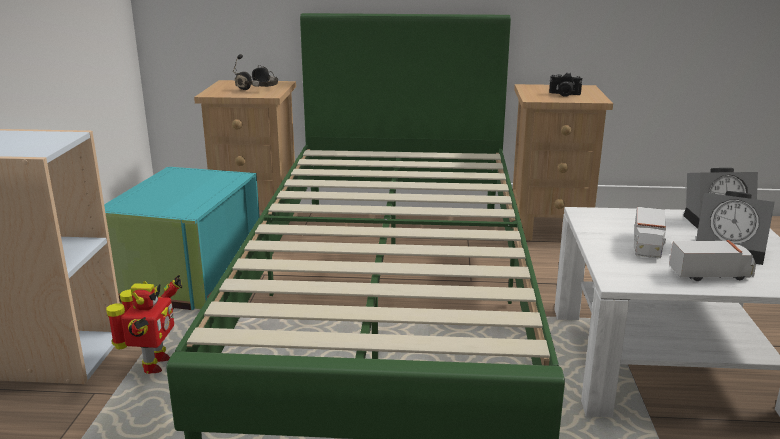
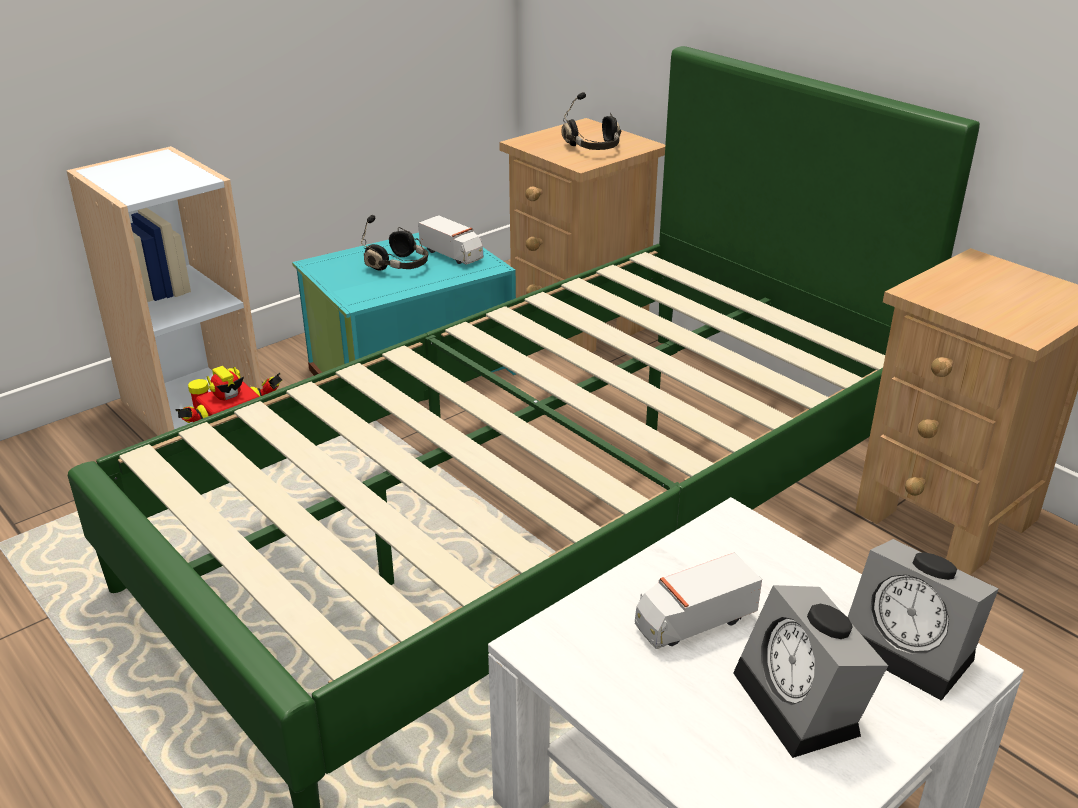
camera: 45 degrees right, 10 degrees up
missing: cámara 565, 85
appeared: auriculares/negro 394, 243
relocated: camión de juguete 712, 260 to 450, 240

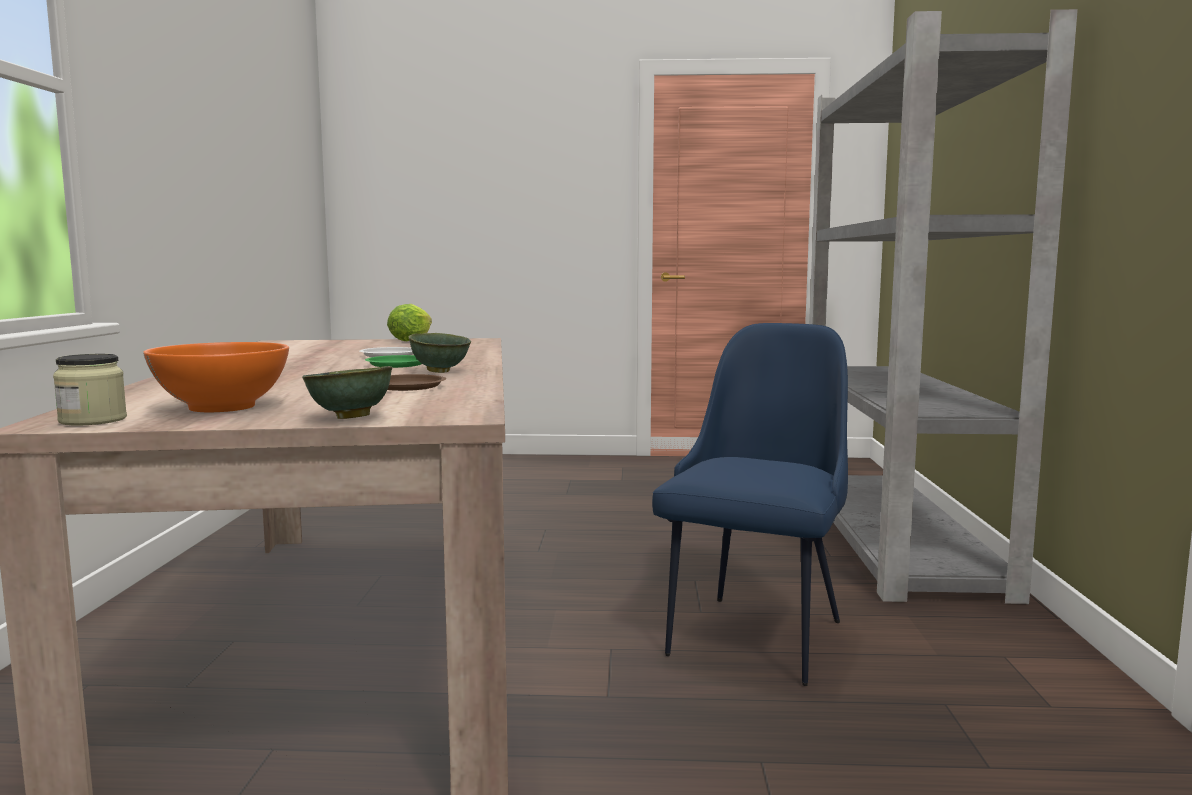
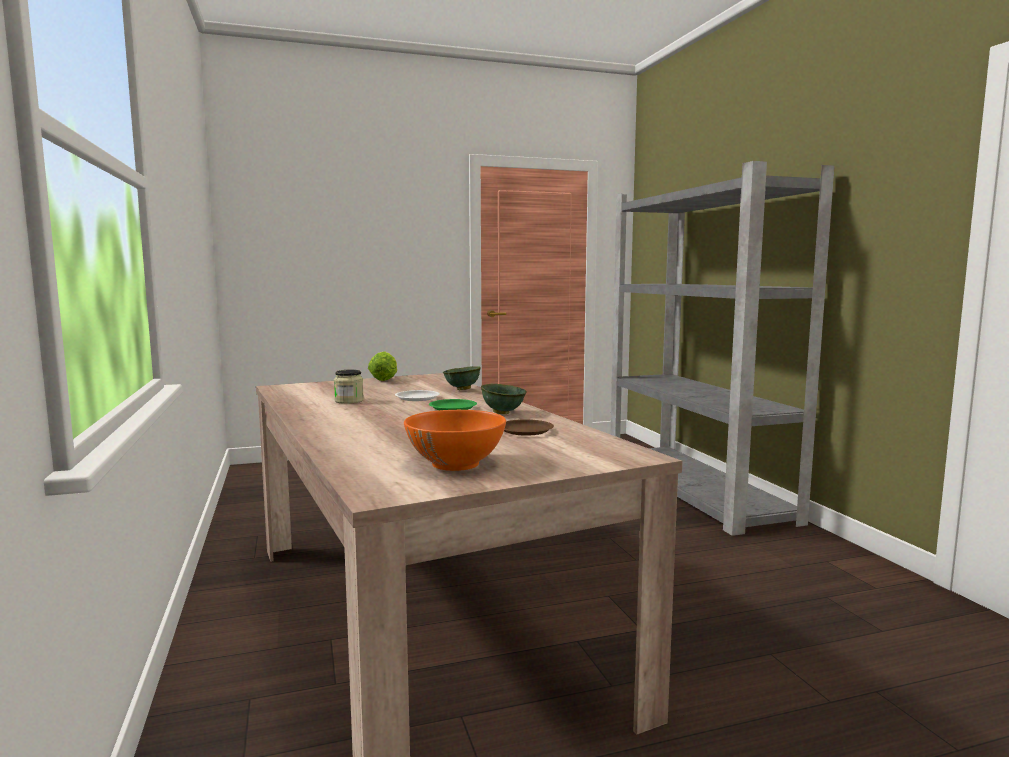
camera: 20 degrees left, 0 degrees up
missing: silla/azul 750, 504
relocated: tarro 90, 390 to 349, 387; cuenco/verde 347, 392 to 462, 378

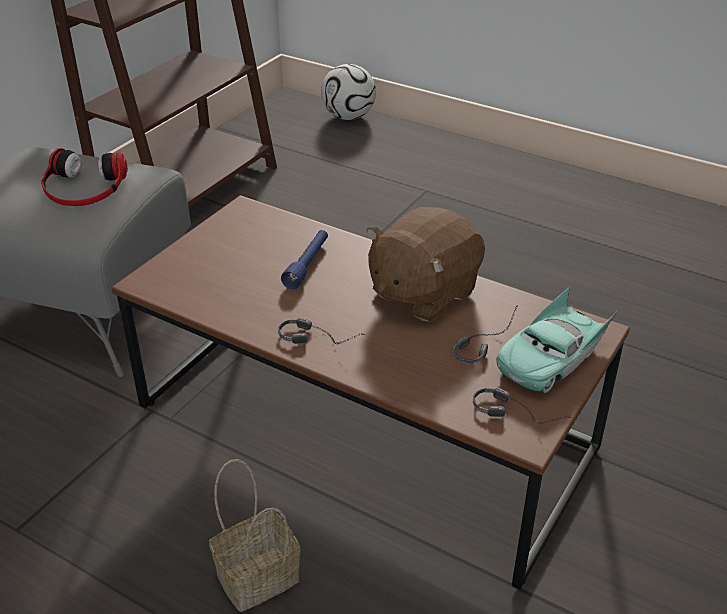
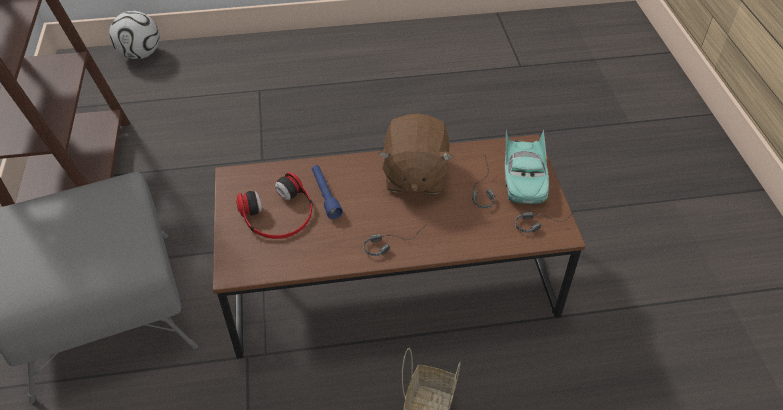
camera: 40 degrees left, 10 degrees up
relocated: auriculares 84, 177 to 274, 205

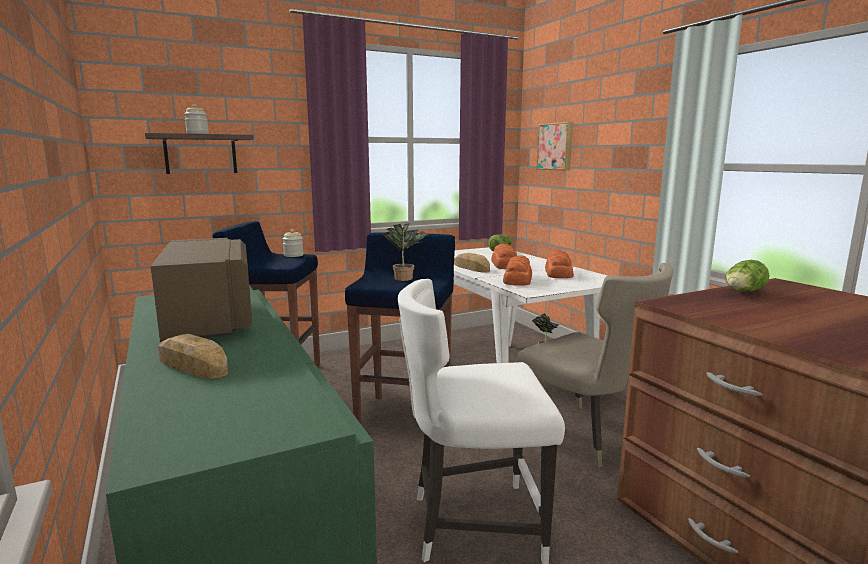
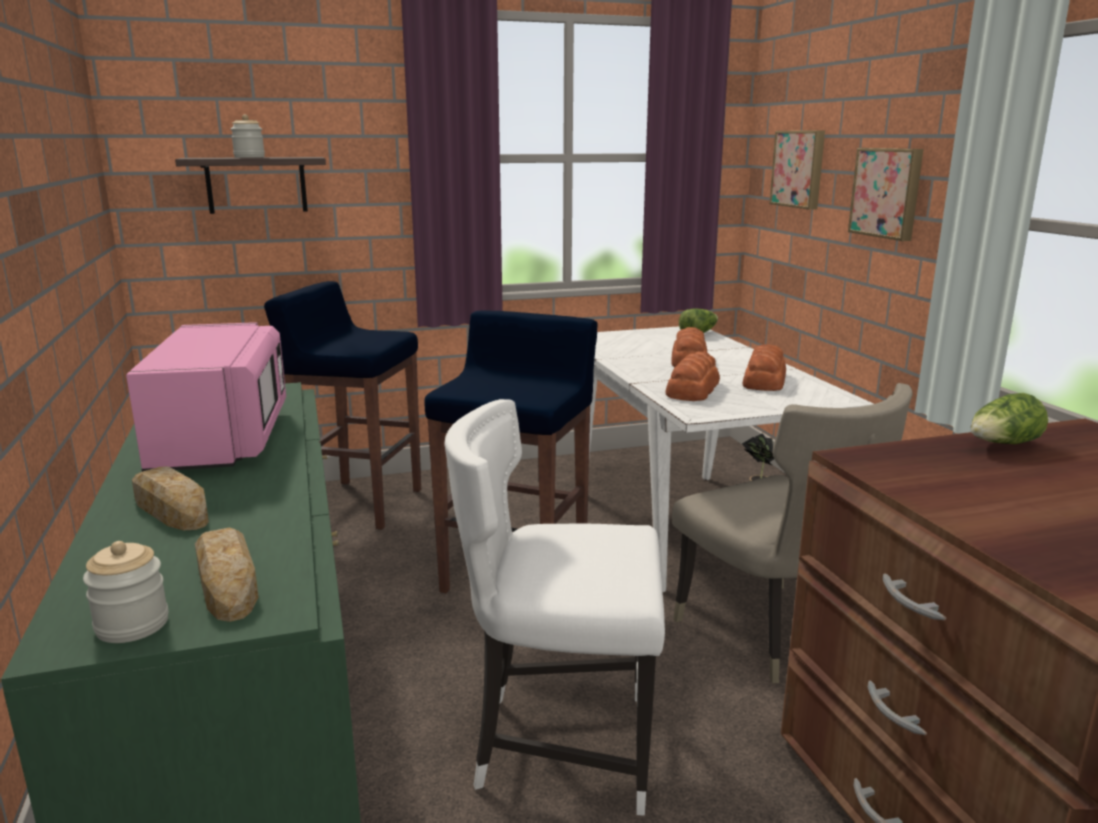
camera: 10 degrees right, 5 degrees up
missing: planta en maceta 405, 252
appeared: cuadro 886, 194
relocated: tarro 293, 243 to 126, 592; pan 472, 263 to 227, 575
colour: microondas/marrón 201, 290 to microondas/rosa 206, 397

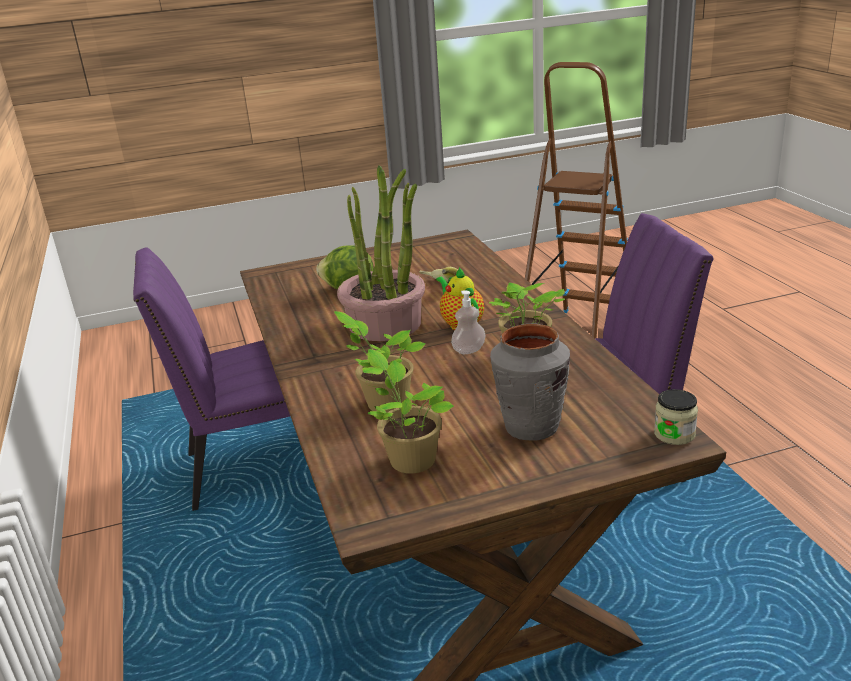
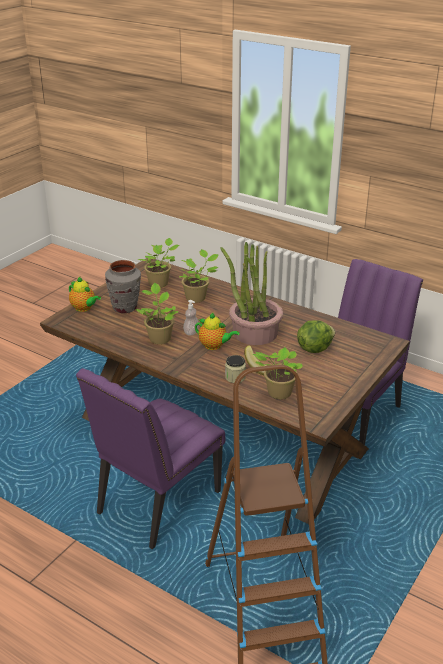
camera: 140 degrees right, 5 degrees up
appeared: tetera 85, 294; planta en maceta 278, 373
relocated: tarro 676, 417 to 235, 369

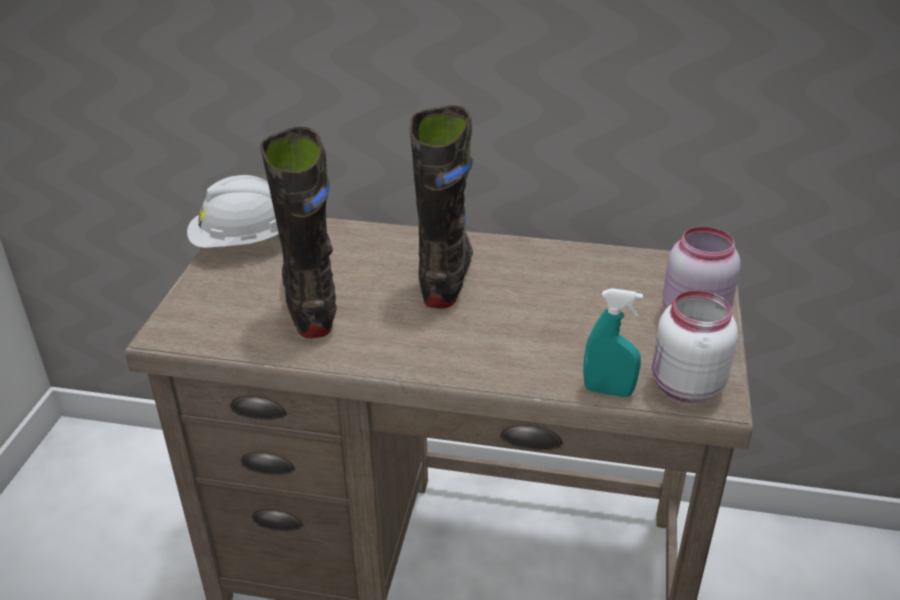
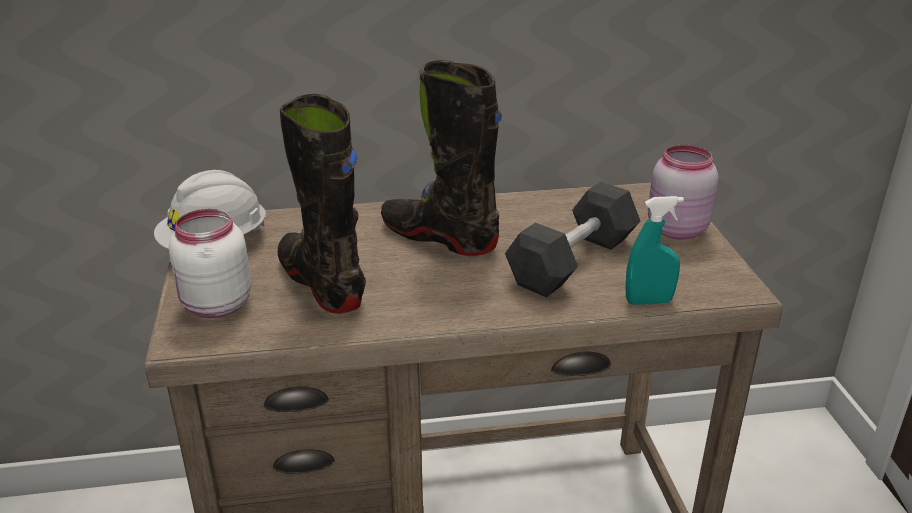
camera: 20 degrees left, 5 degrees down
appeared: mancuerna/negro 572, 239
relocated: tarro/blanco 695, 346 to 210, 263
spun: bota/negro 441, 207 = 441, 158 45 degrees counterclockwise

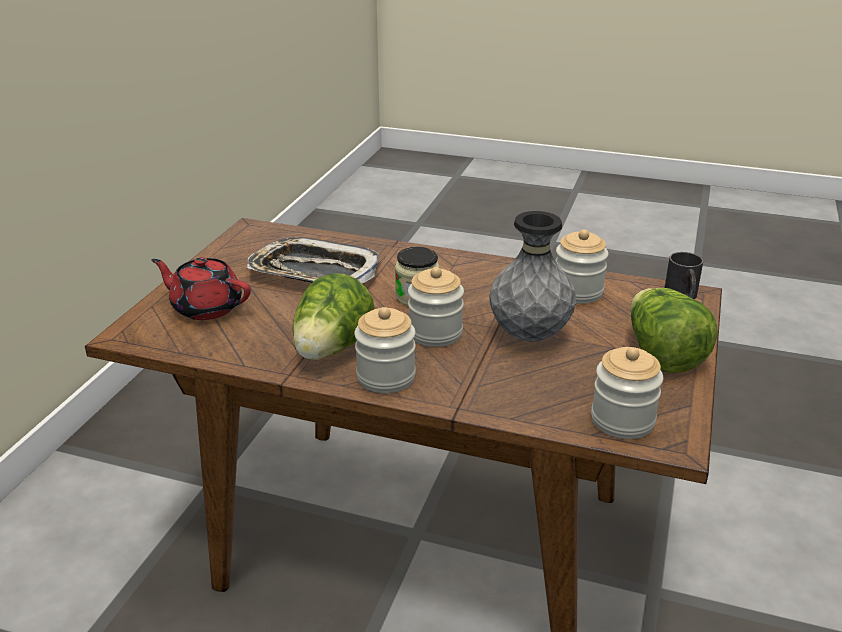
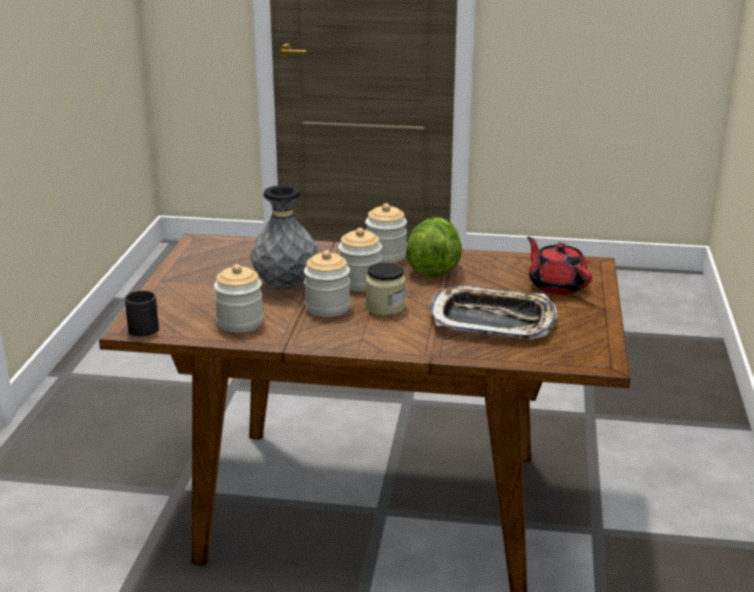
camera: 170 degrees right, 5 degrees down
missing: lechuga 674, 330
relocated: tarro 627, 393 to 327, 283
spun: tetera/rojo 201, 288 = 559, 266 135 degrees counterclockwise

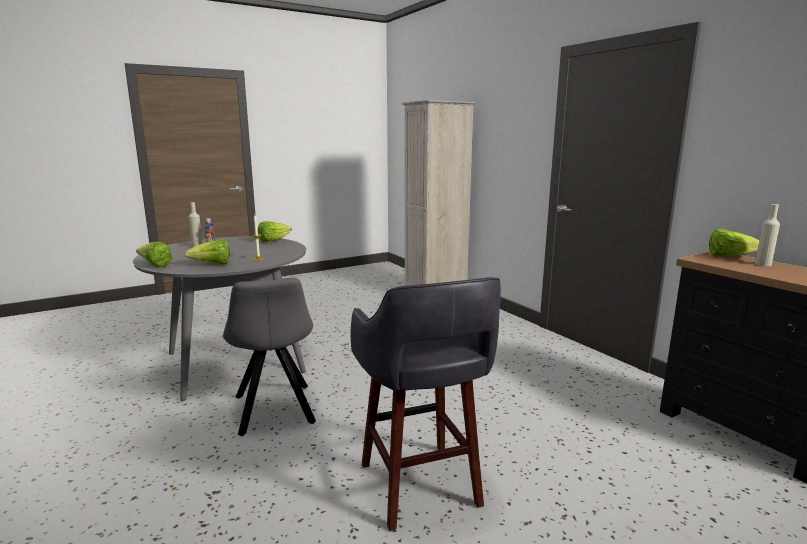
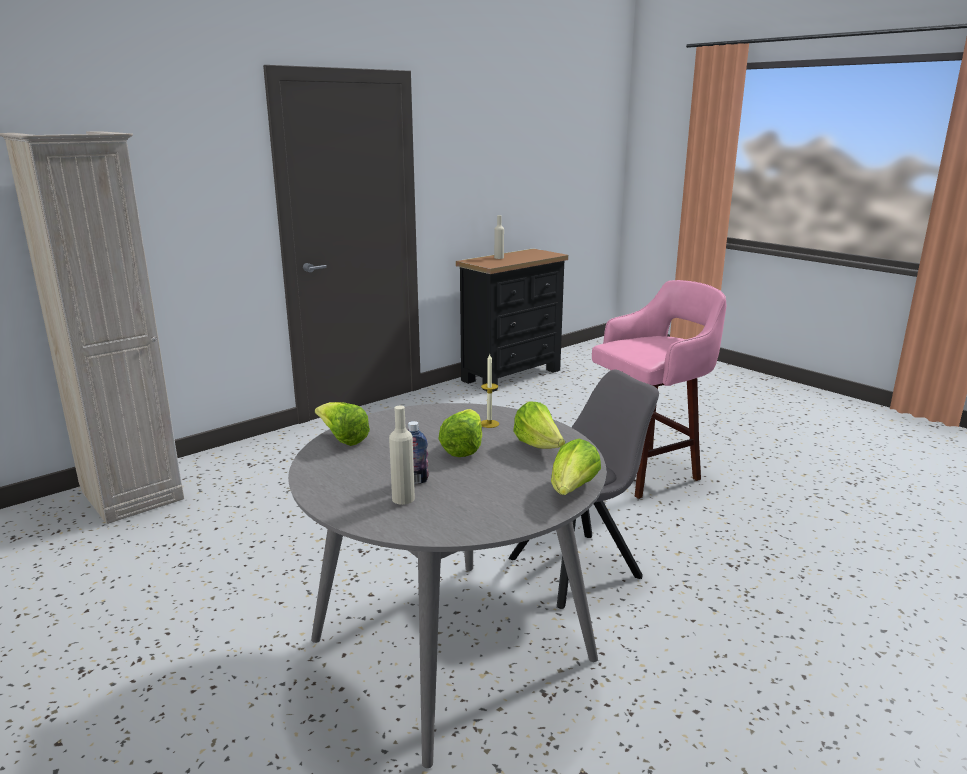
camera: 100 degrees left, 5 degrees up
relocated: lechuga 734, 243 to 460, 433
colour: taburete/gris 425, 404 to taburete/rosa 659, 389

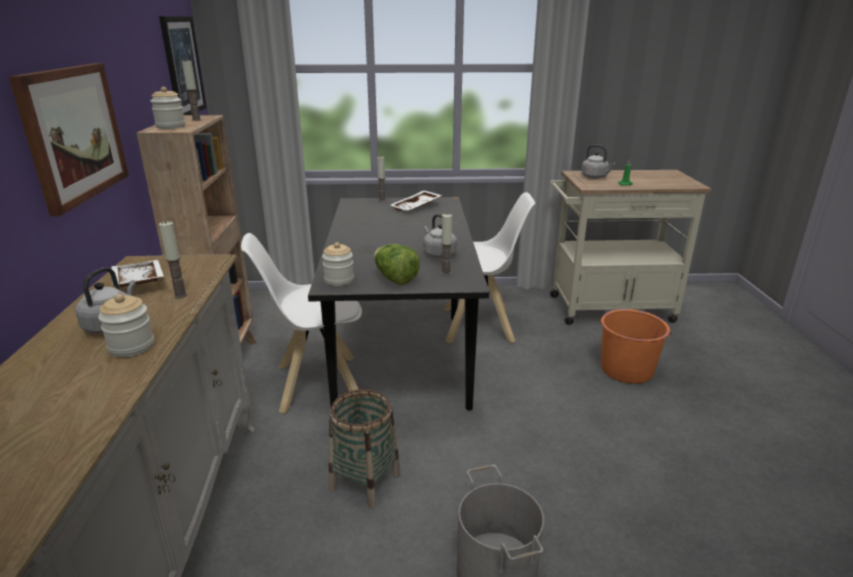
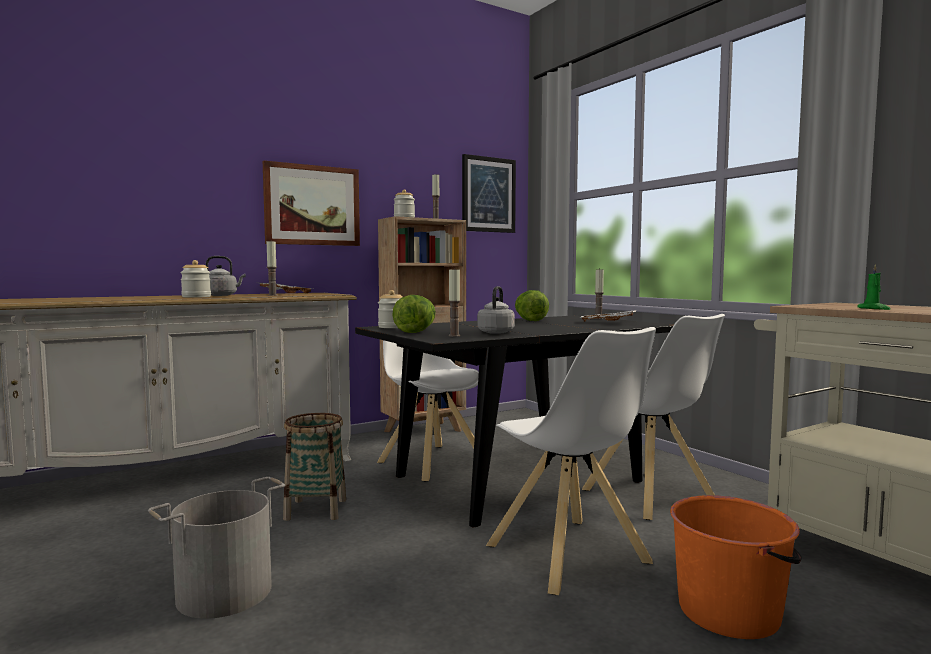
camera: 60 degrees right, 20 degrees down
missing: hervidor/gris 598, 162
appeared: silla/blanco 571, 461; lechuga 532, 305

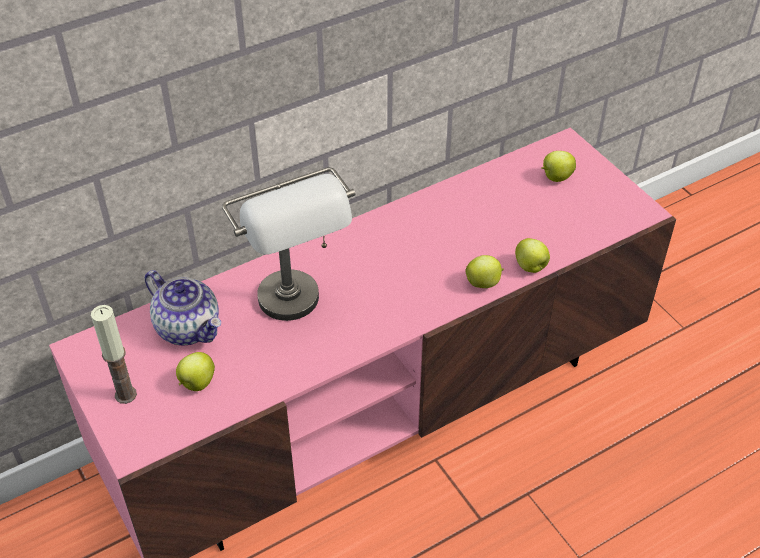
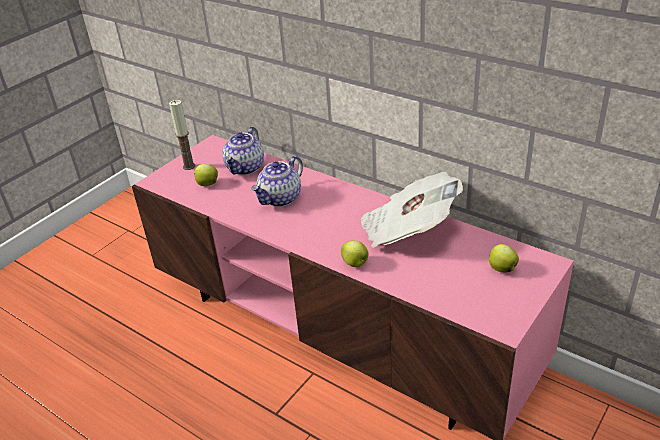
camera: 70 degrees right, 10 degrees down
missing: manzana 532, 255
appeared: periódico 411, 210
exchanged: lámpara de mesa/gris 288, 244 to tetera 277, 181

